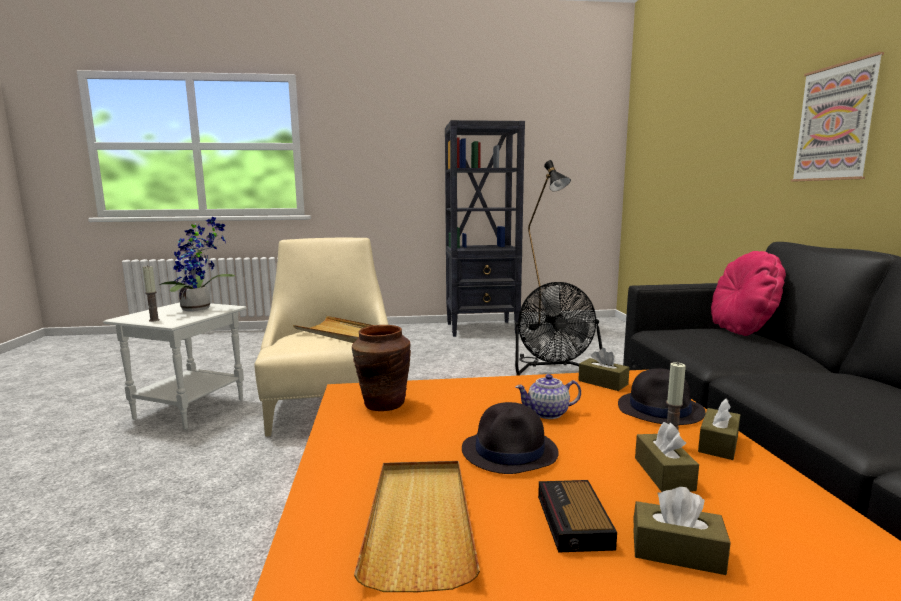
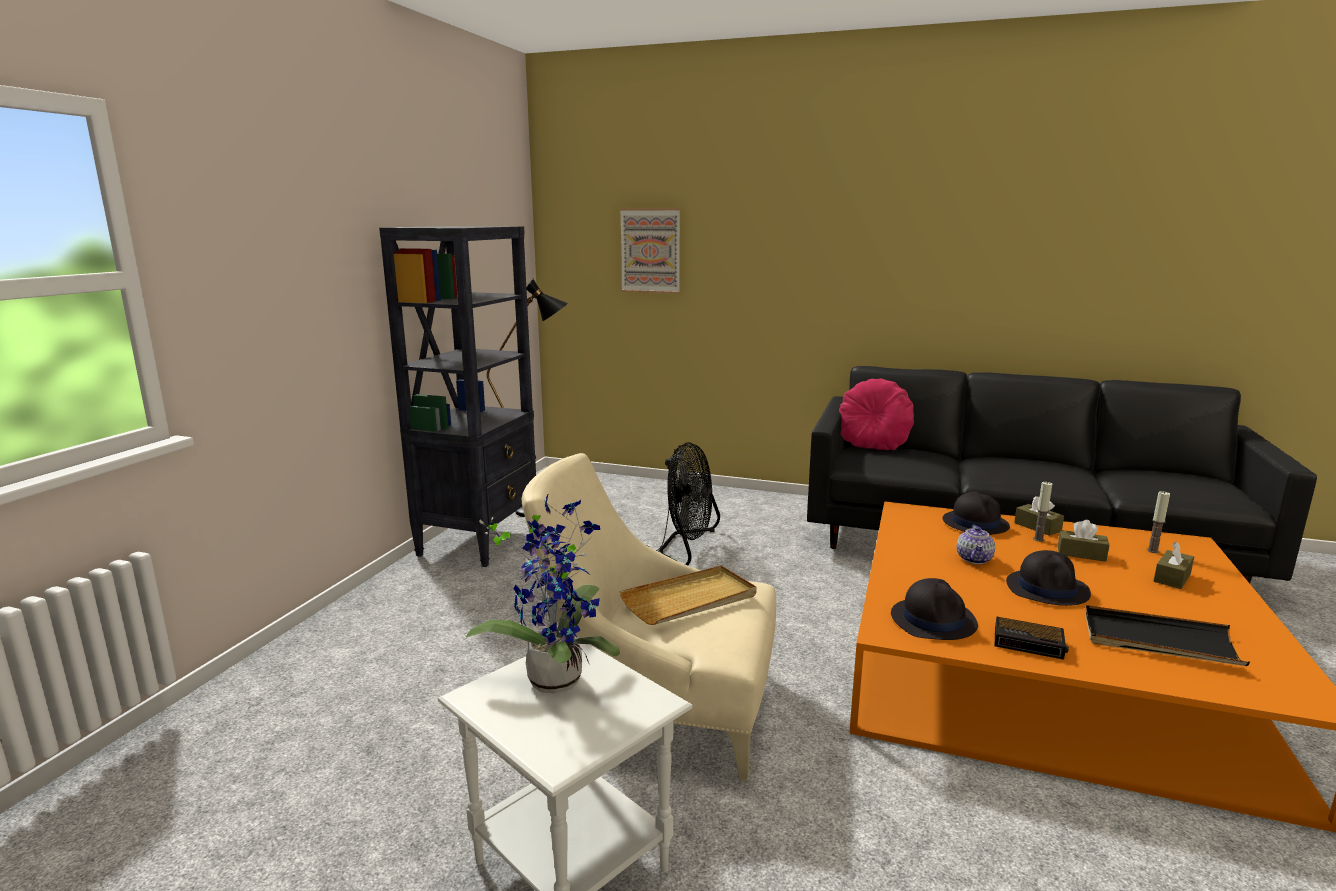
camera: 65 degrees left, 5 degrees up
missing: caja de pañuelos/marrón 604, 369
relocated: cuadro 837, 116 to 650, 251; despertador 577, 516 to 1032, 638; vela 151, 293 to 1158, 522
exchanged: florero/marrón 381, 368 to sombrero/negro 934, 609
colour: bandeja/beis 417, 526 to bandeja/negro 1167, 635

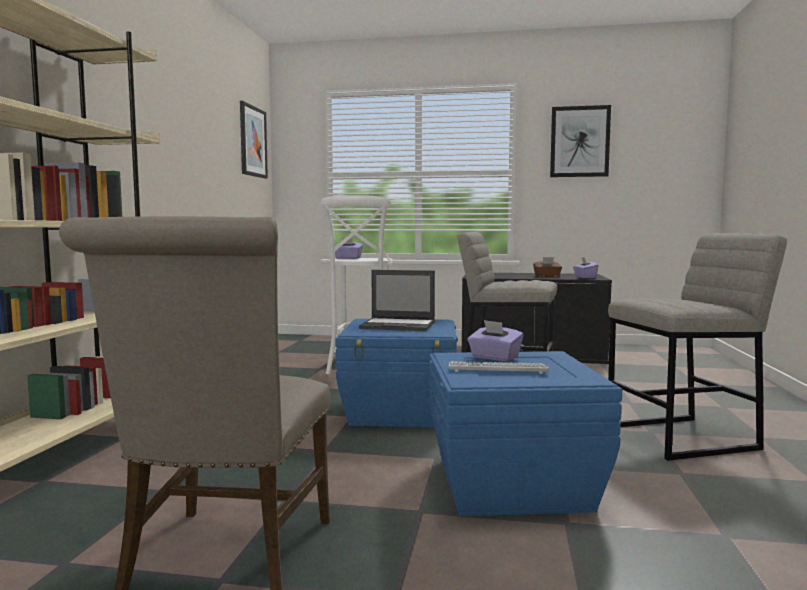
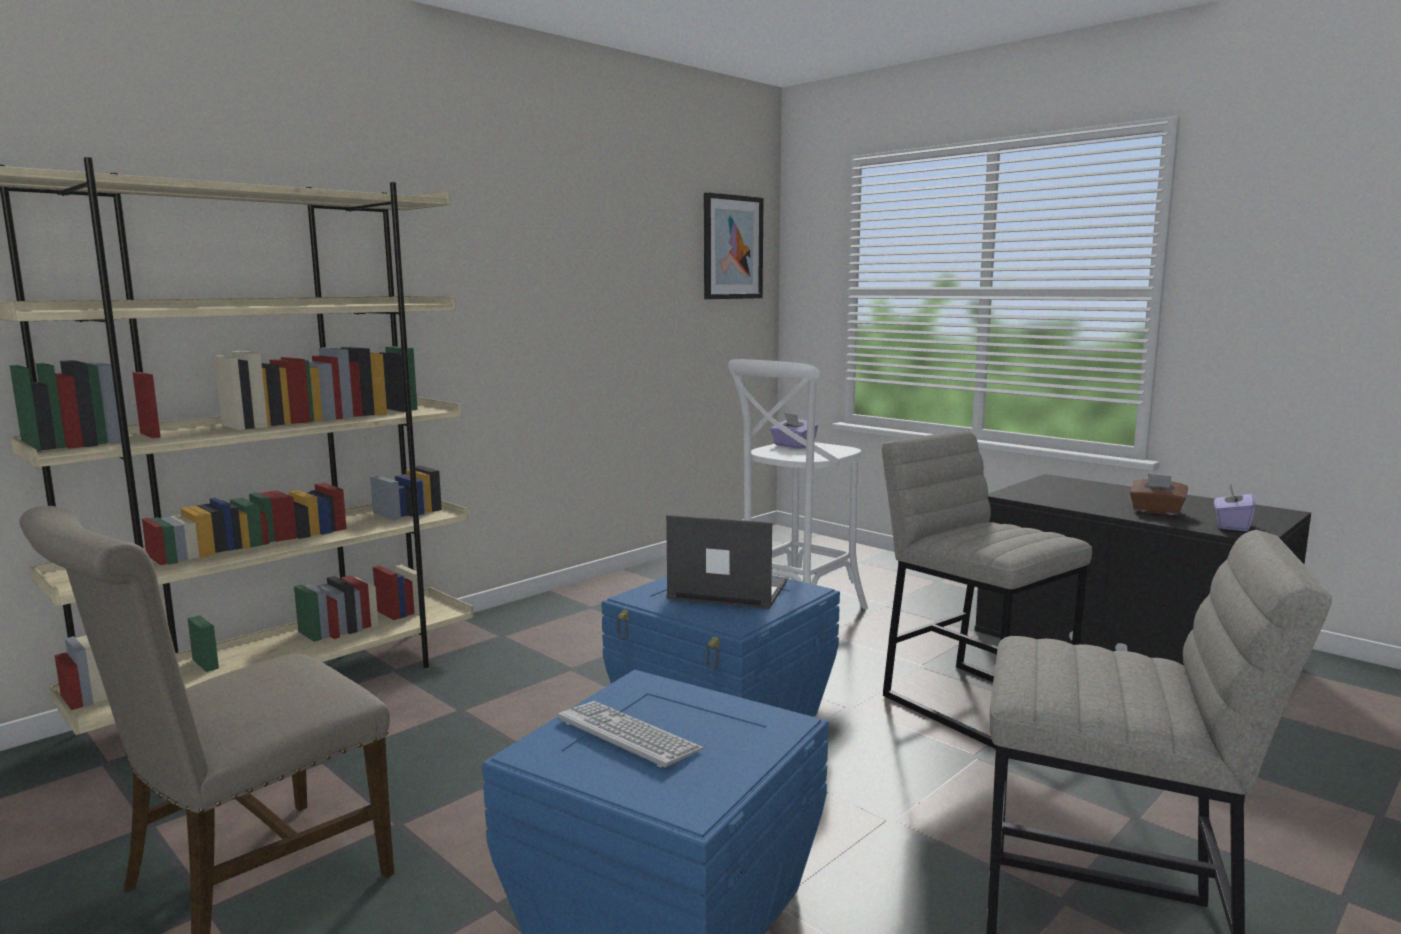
camera: 35 degrees right, 5 degrees up
missing: caja de pañuelos/morado 495, 341; cuadro 580, 141
spun: portátil 397, 300 = 726, 562 150 degrees clockwise

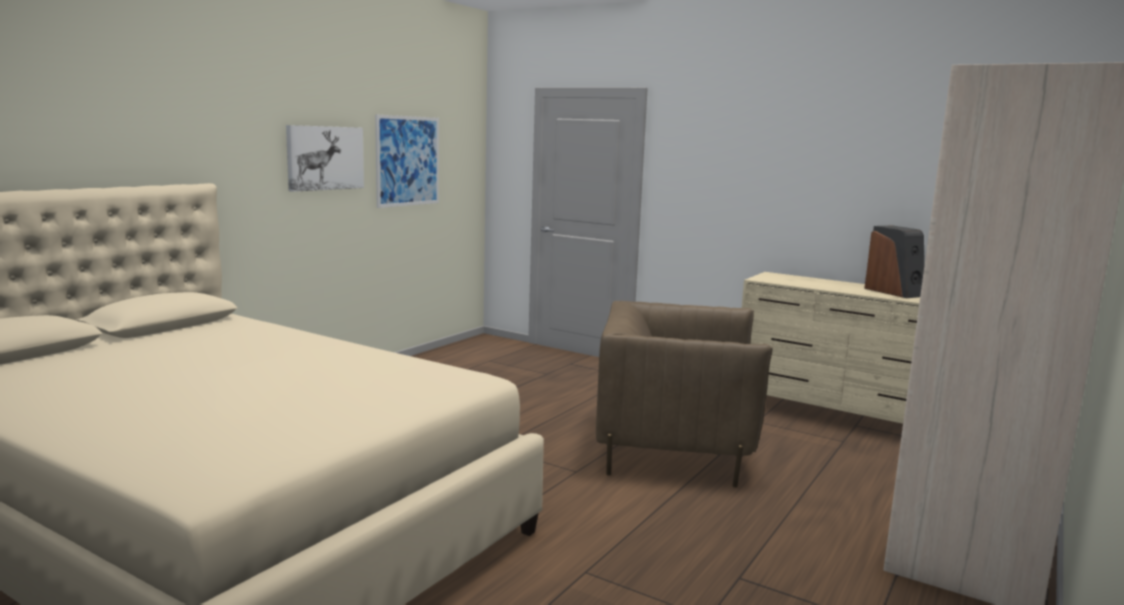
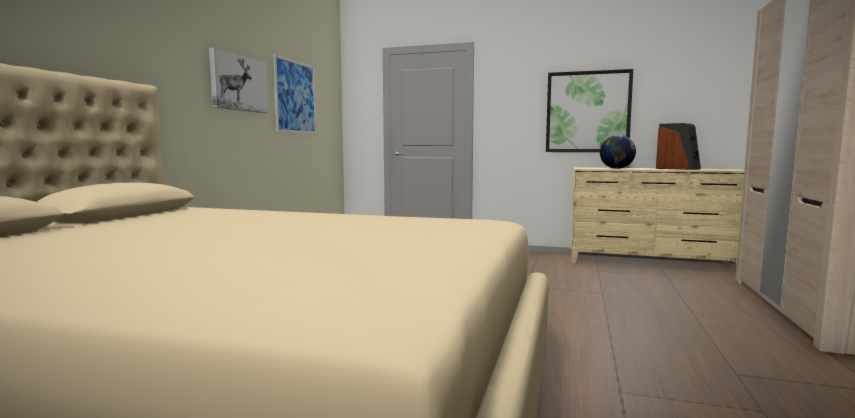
camera: 15 degrees left, 5 degrees down
missing: sillón/marrón 684, 394
appeared: cuadro 589, 110; globo terráqueo 618, 152

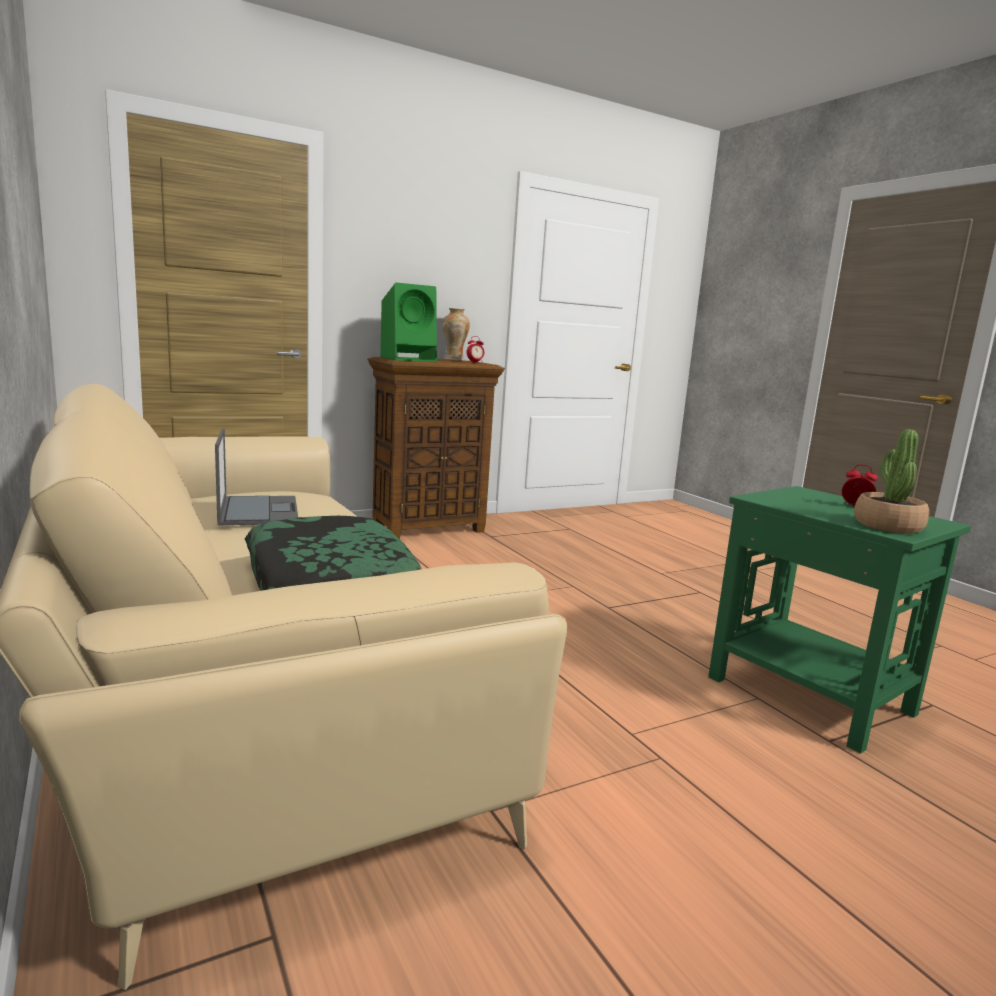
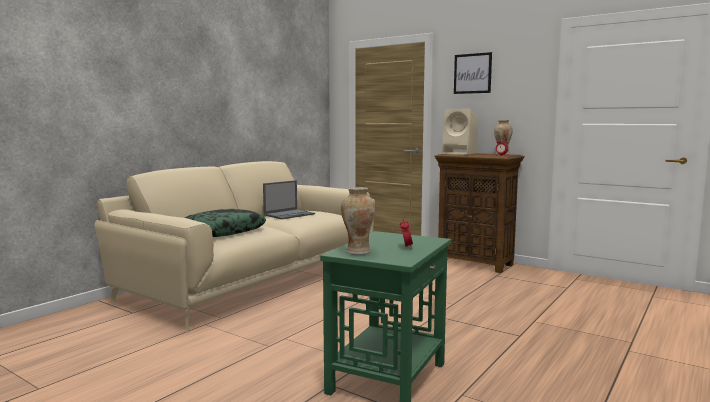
camera: 65 degrees right, 5 degrees down
appeared: cuadro 473, 73
exchanged: planta en maceta 891, 481 to florero 358, 221
colour: altavoz/verde 408, 322 to altavoz/beis 460, 131

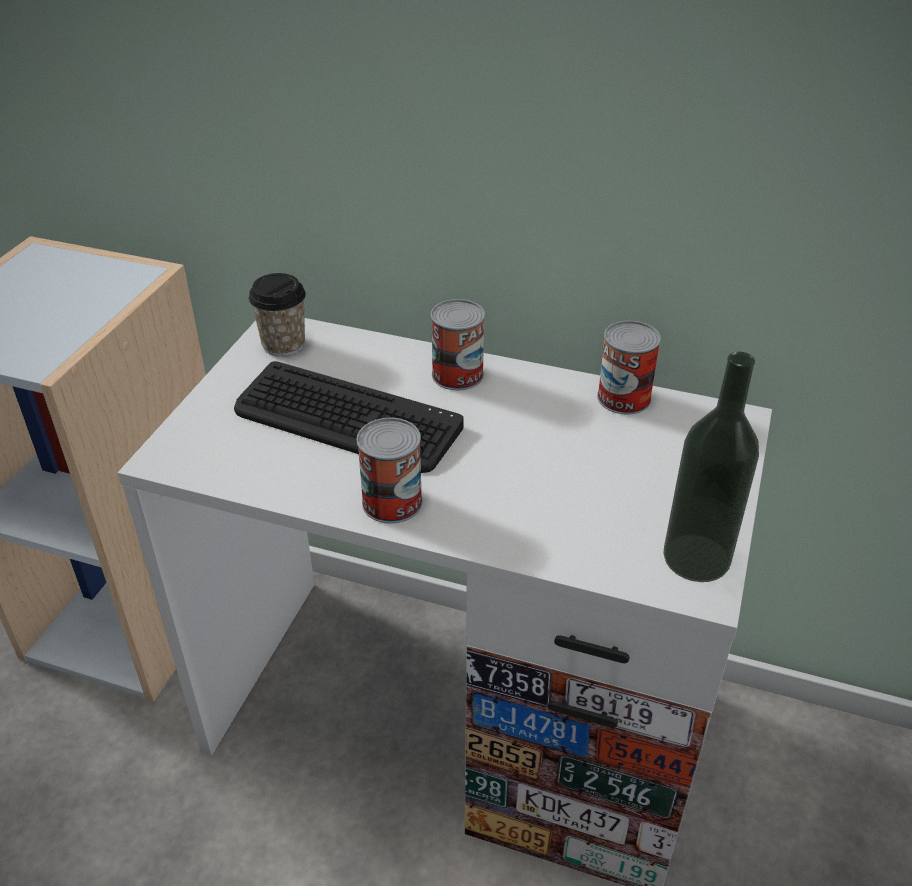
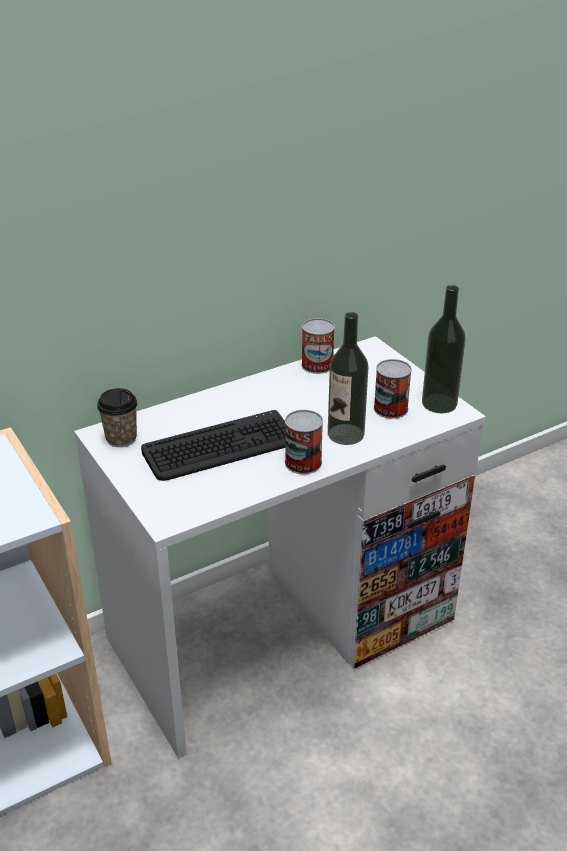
camera: 50 degrees left, 5 degrees down
appeared: botella 348, 378
relocated: lata 458, 344 to 393, 389

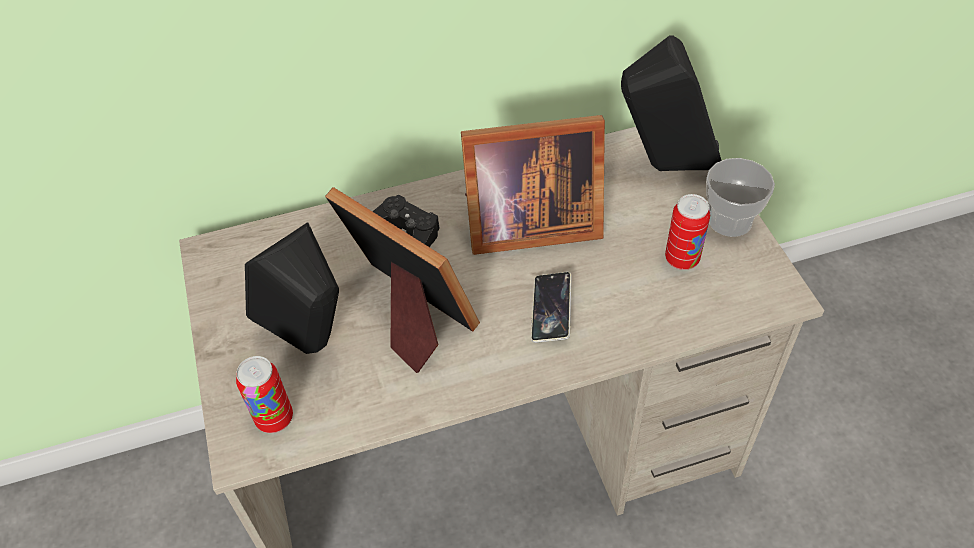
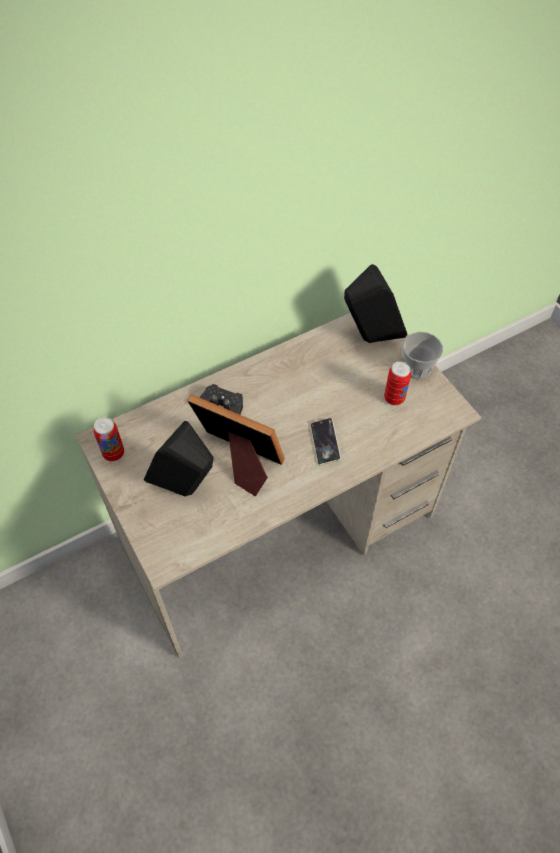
camera: 15 degrees left, 5 degrees up
missing: portarretratos 533, 185
relocated: lata 264, 394 to 108, 439

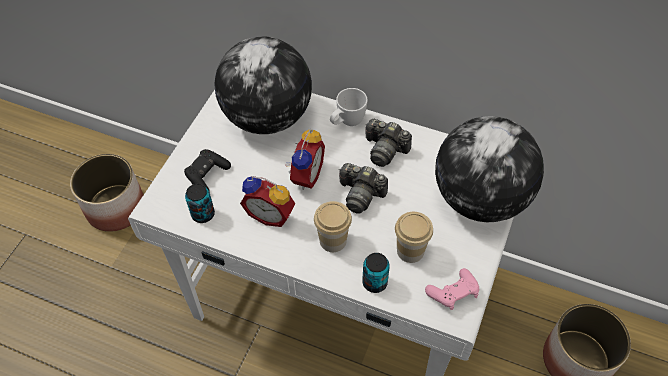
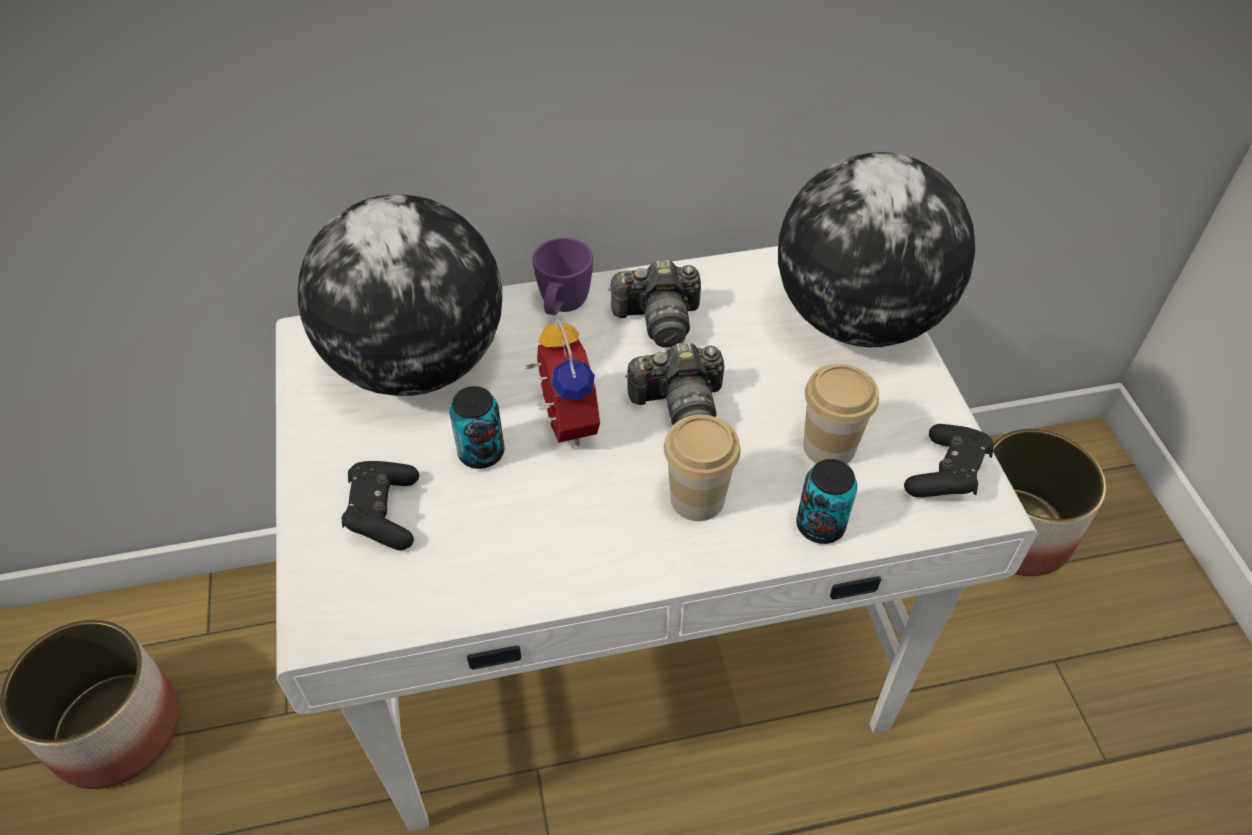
camera: 35 degrees left, 5 degrees down
missing: despertador 267, 201
relocated: lata 200, 203 to 476, 427
colour: taza grande/blanco 349, 107 to taza grande/morado 563, 276; mando de consola/rosa 452, 289 to mando de consola/negro 949, 460

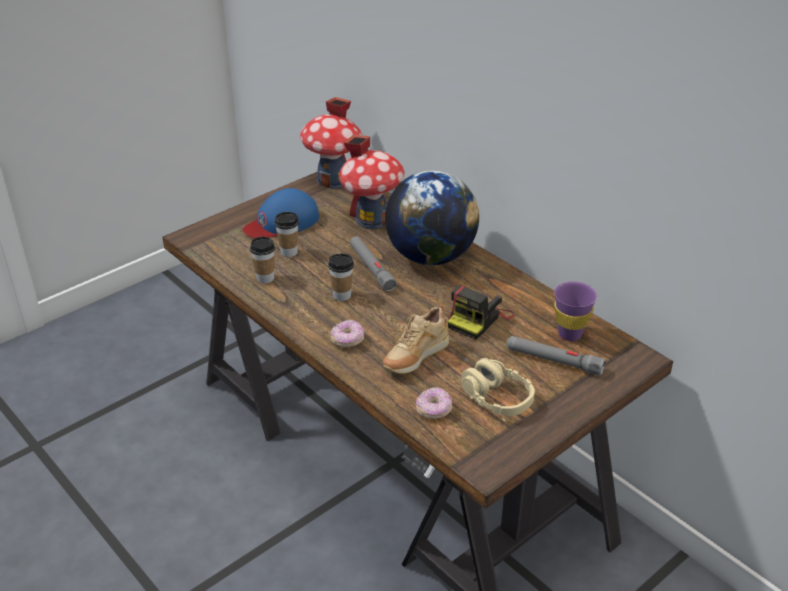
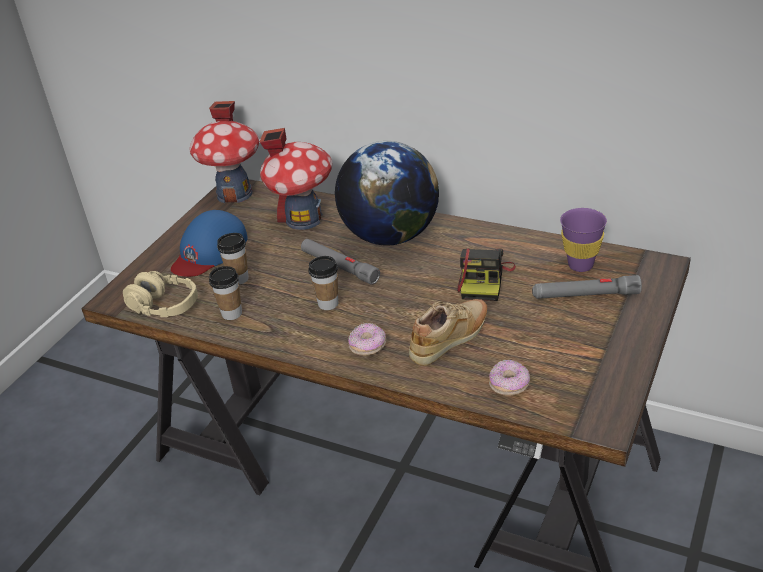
camera: 20 degrees left, 0 degrees up
relocated: auriculares/beis 498, 387 to 160, 294
spun: zapato/beis 416, 339 = 448, 332 150 degrees counterclockwise

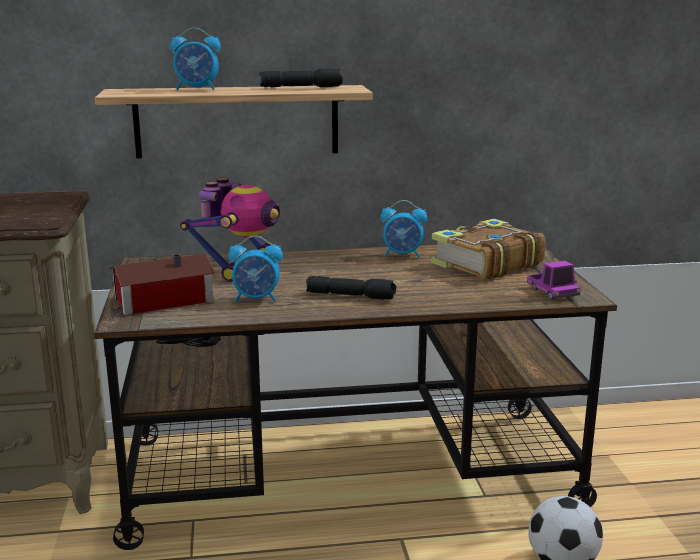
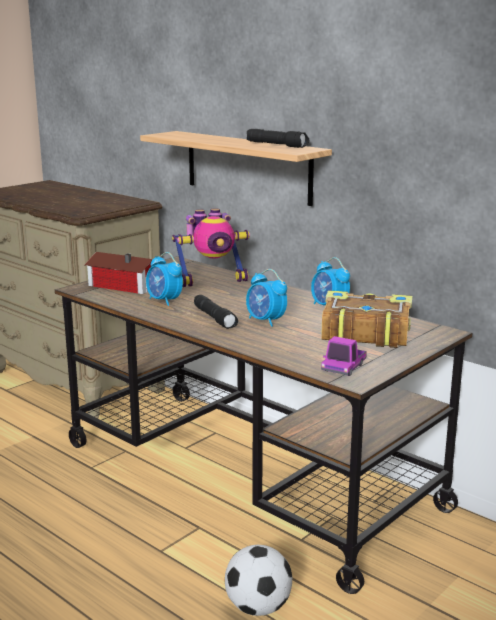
camera: 50 degrees right, 0 degrees up
relocated: despertador 195, 58 to 266, 298

